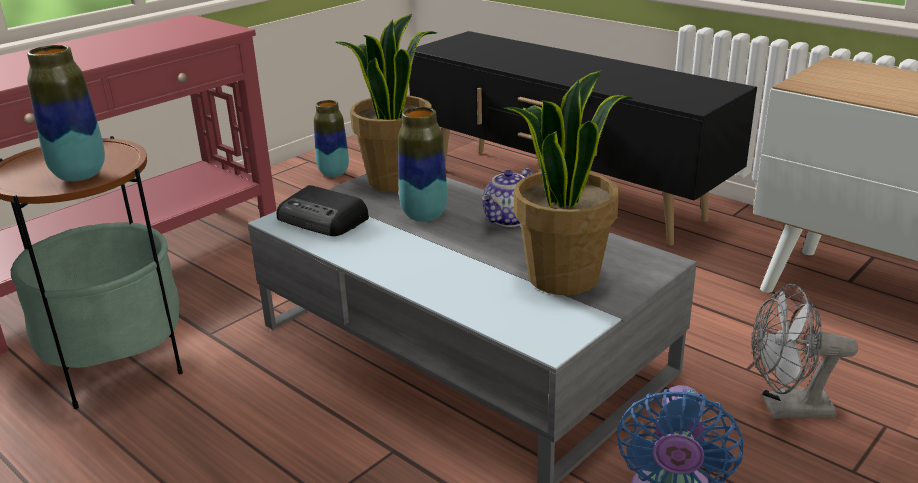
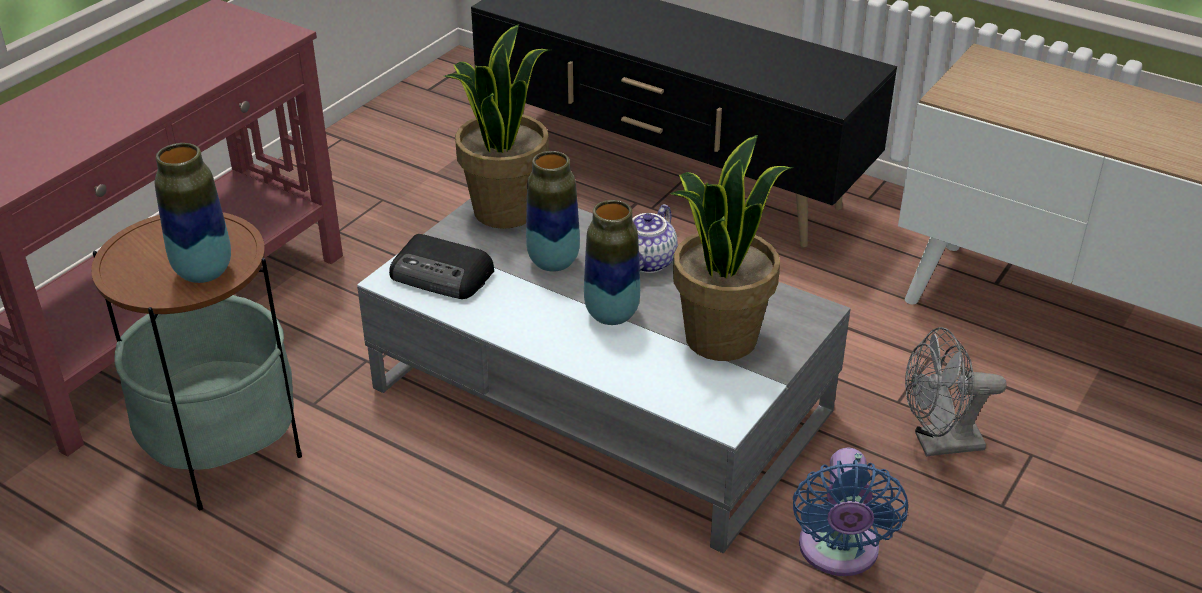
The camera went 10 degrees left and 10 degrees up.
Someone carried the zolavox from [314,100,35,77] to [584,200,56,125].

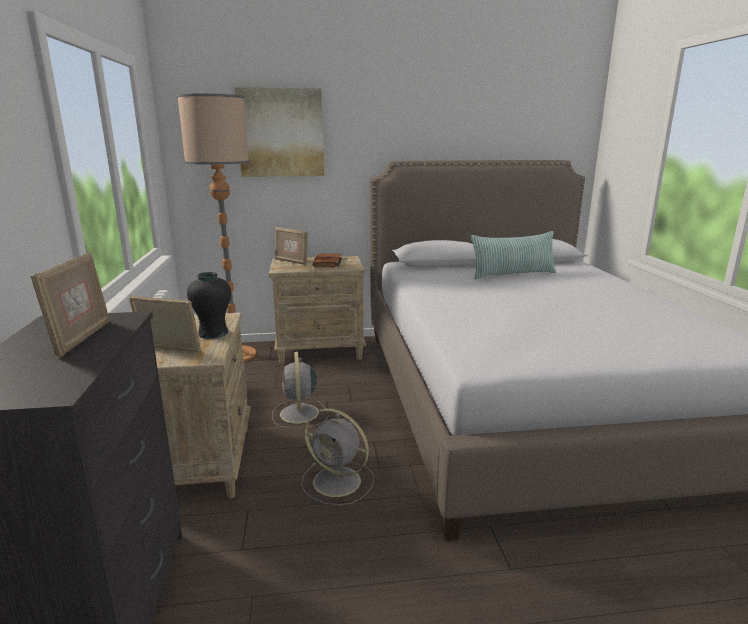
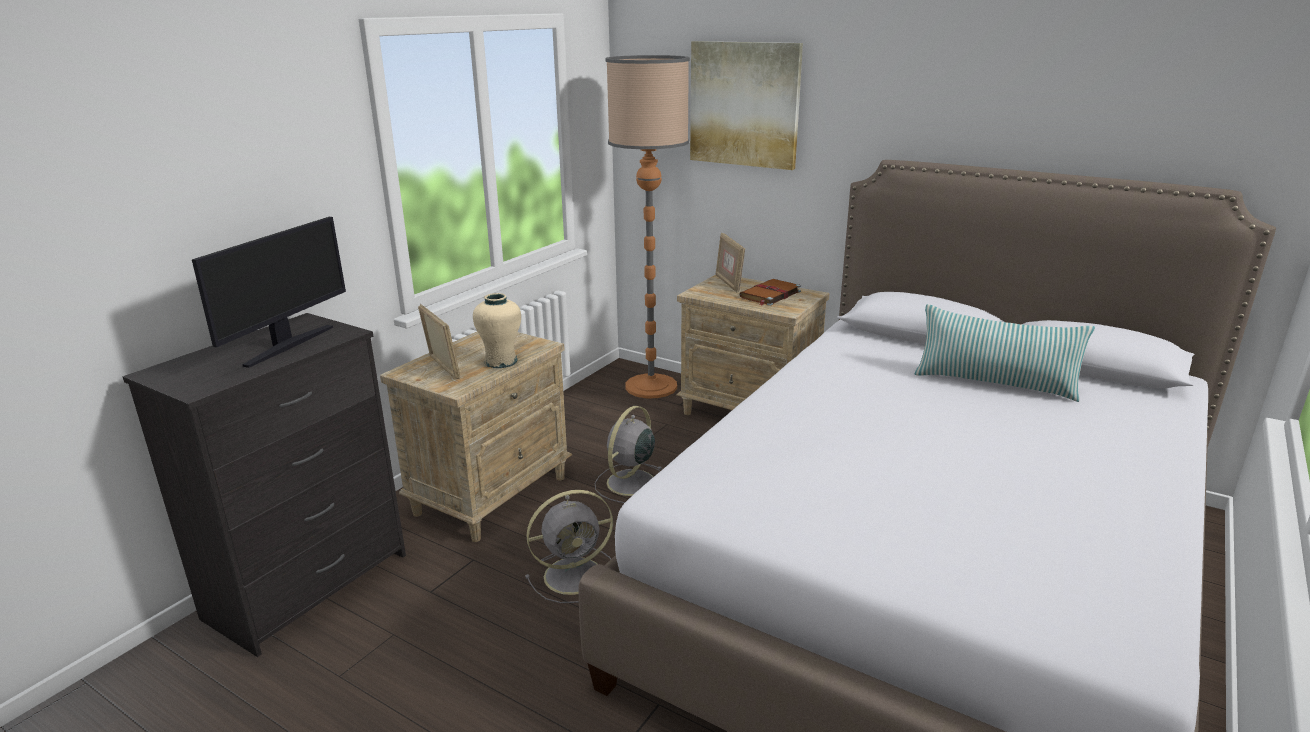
The camera went 40 degrees right and 5 degrees up.
Someone swapped the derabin at [31,251,79,107] for the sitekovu at [192,217,154,151].
Someone repainted the zolavox (black) at [187,272,44,67], which became the zolavox (beige) at [473,293,48,75].
Someone rotated the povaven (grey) at [301,408,73,98] by 90 degrees counterclockwise.

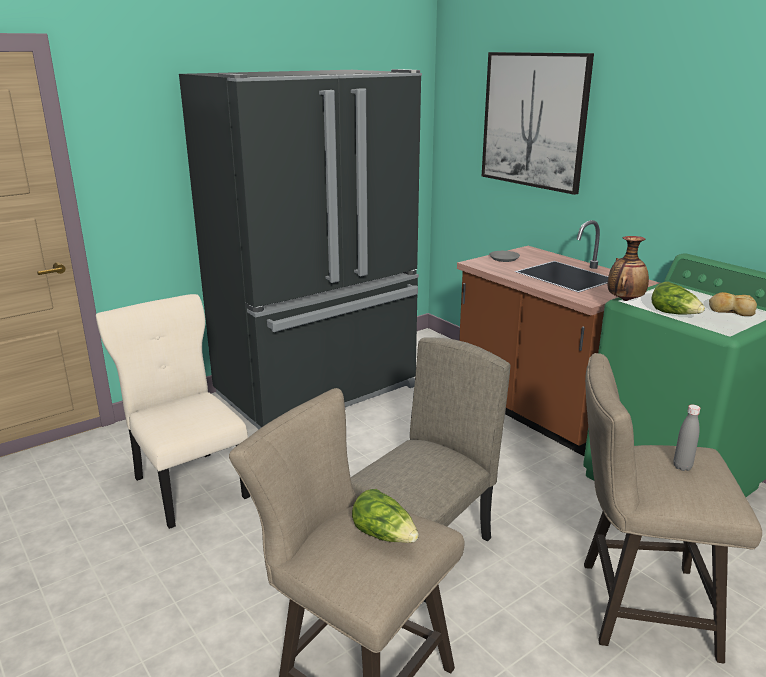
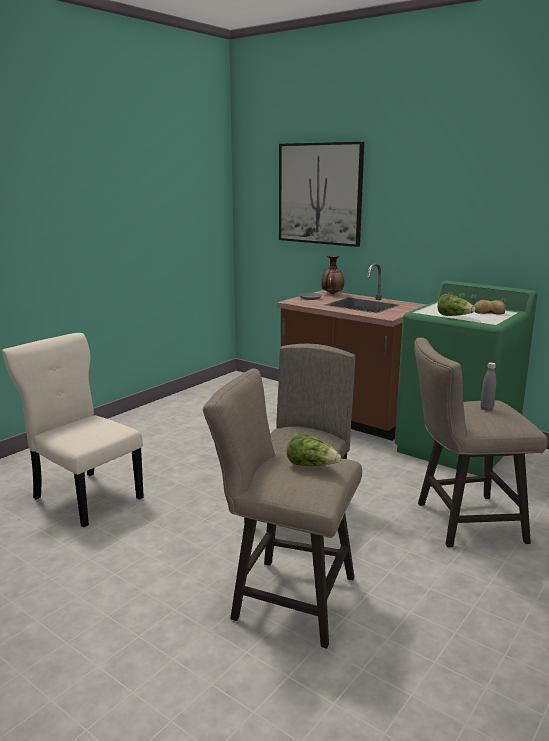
The camera went 15 degrees left and 5 degrees down.
Someone took away the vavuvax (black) at [179,69,243,360].
Someone carried the zolavox from [607,236,42,65] to [321,255,23,39].

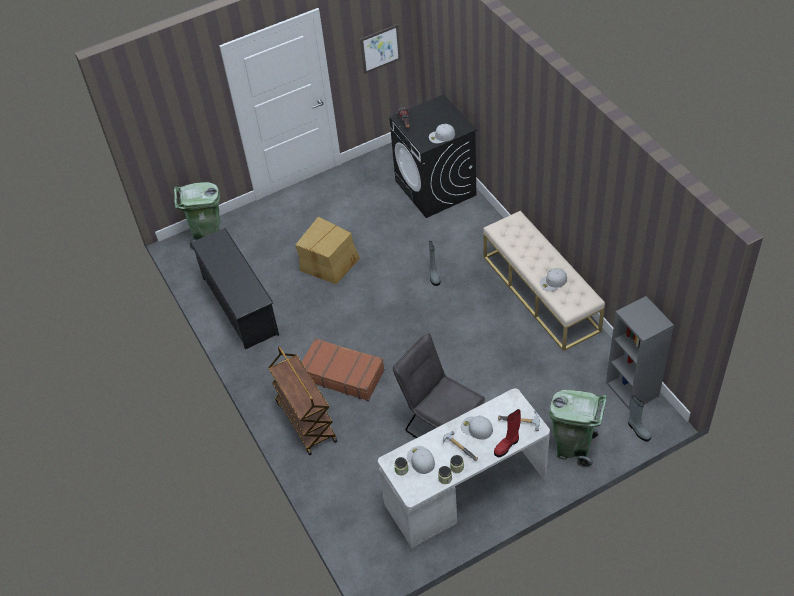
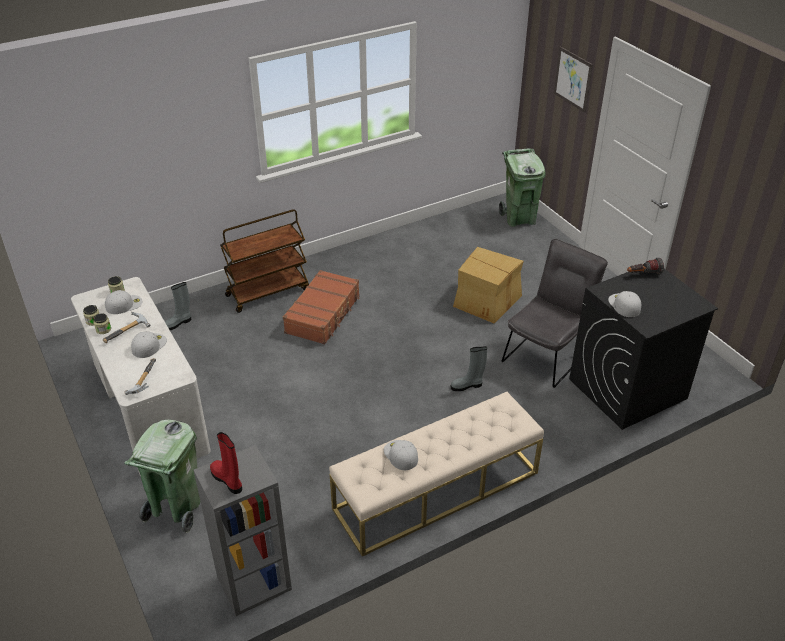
The camera went 85 degrees right and 10 degrees down.
Someone took away the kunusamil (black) at [190,228,89,122].
Someone carried the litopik from [360,24,41,50] to [554,46,39,67].
Someone carried the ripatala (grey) from [393,334,92,104] to [502,239,106,149].
Someone carried the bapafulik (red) from [494,409,27,48] to [210,432,32,62].
Someone carried the bapafulik (grey) from [628,396,23,45] to [165,282,26,48].

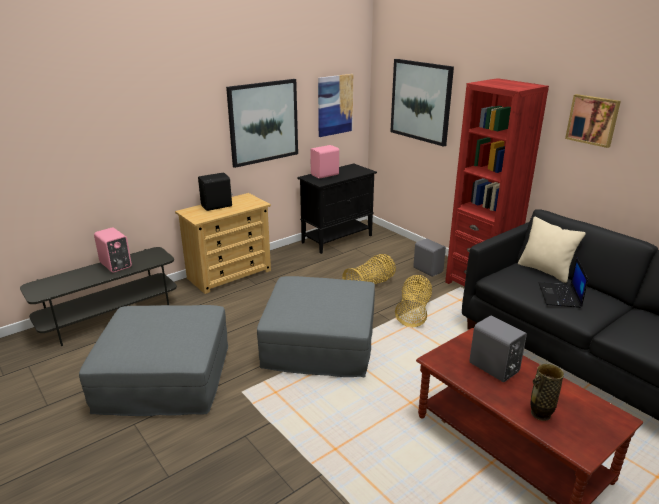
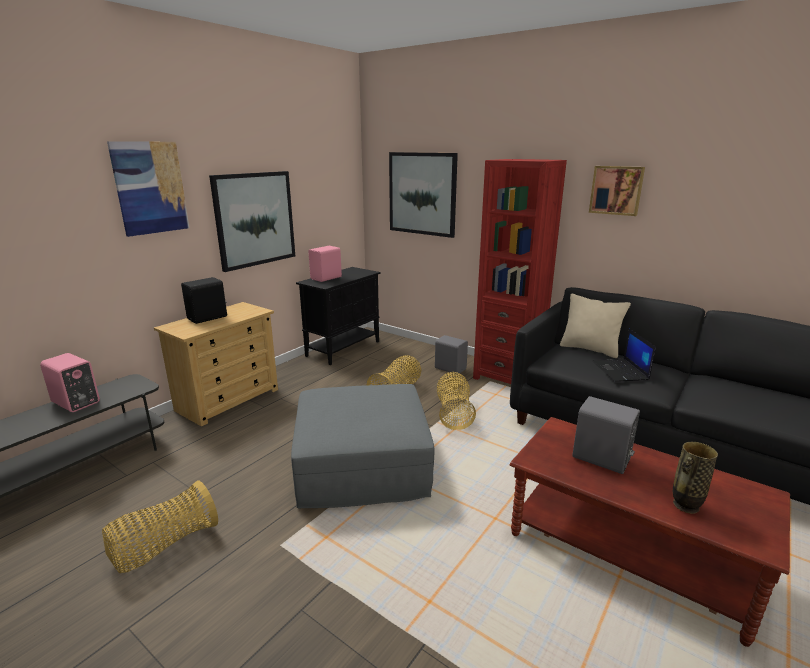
The camera went 15 degrees left and 5 degrees down.
Someone swapped the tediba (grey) at [79,305,149,111] for the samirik at [102,480,116,93].
Someone carried the litopik from [318,74,35,63] to [107,141,82,96].

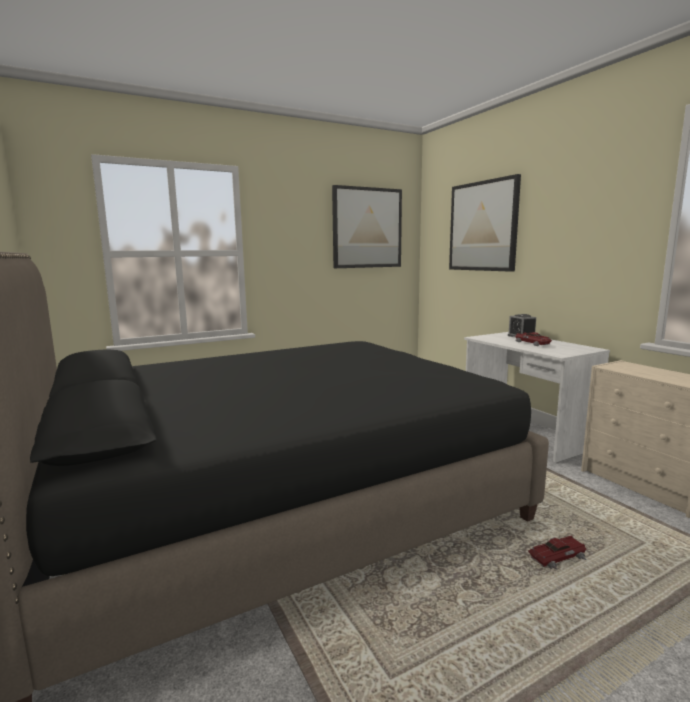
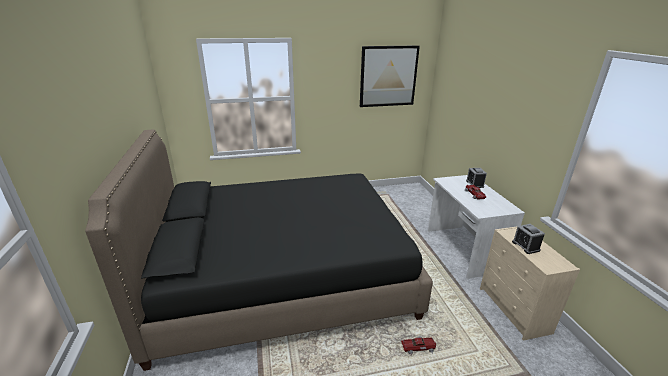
The camera went 15 degrees right and 15 degrees up.
Someone took away the litopik at [449,174,72,98].
Someone put down the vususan at [512,224,33,30].

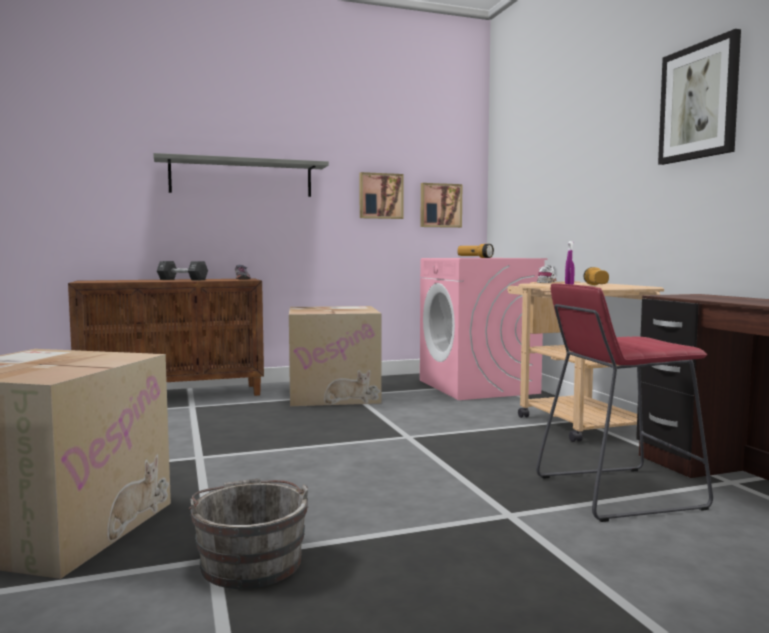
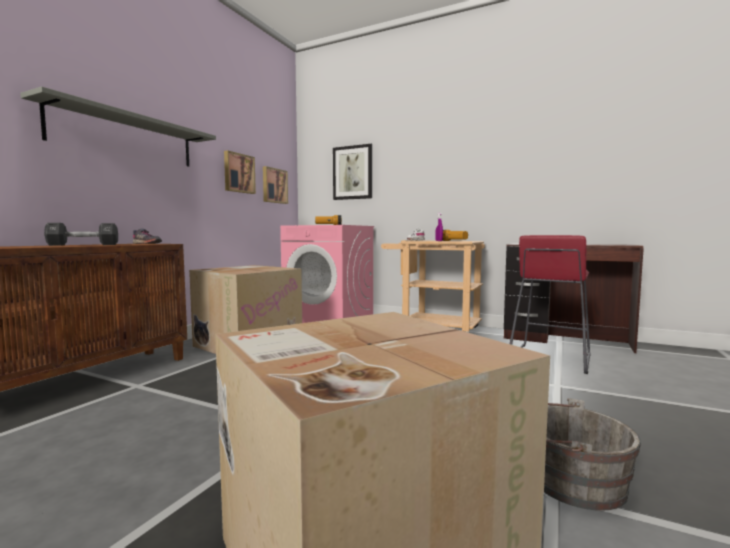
The camera went 45 degrees left and 0 degrees up.
Someone carried the litopik from [658,29,83,136] to [333,144,39,56].

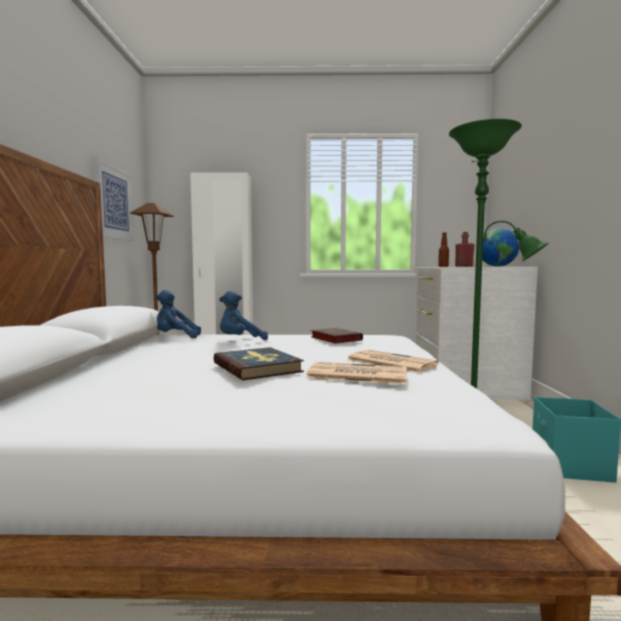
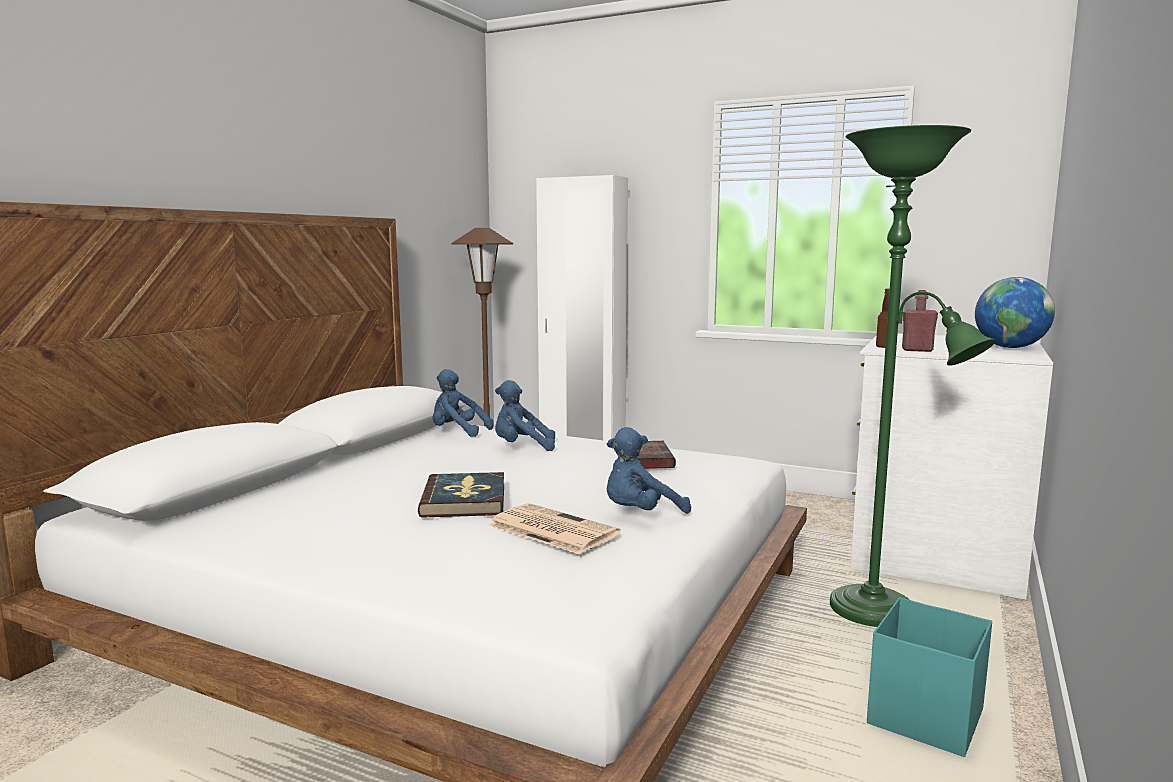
The camera went 25 degrees right and 5 degrees up.
Someone took away the litopik at [93,156,41,85].
Someone swapped the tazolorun at [347,350,92,23] for the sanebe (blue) at [607,427,84,87].

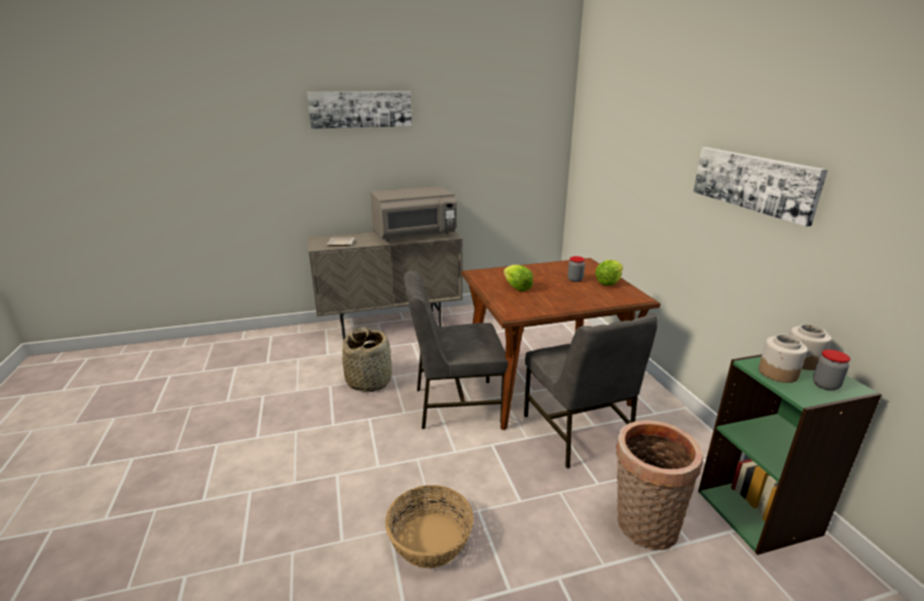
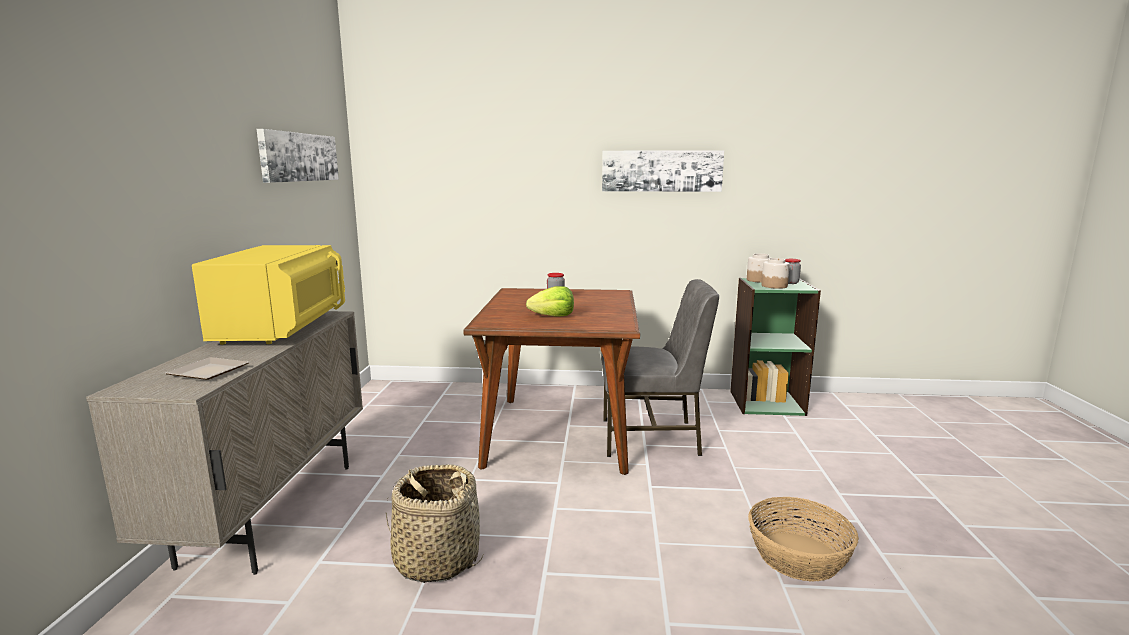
The camera went 70 degrees left and 10 degrees down.
Someone carried the litopik from [307,91,105,38] to [257,129,82,54].
Someone repainted the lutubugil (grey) at [370,186,87,55], which became the lutubugil (yellow) at [192,245,153,100].
Someone took away the ripatala (grey) at [404,271,104,158].
Someone took away the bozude at [595,260,28,26].
Someone took away the samirik at [616,420,87,130].

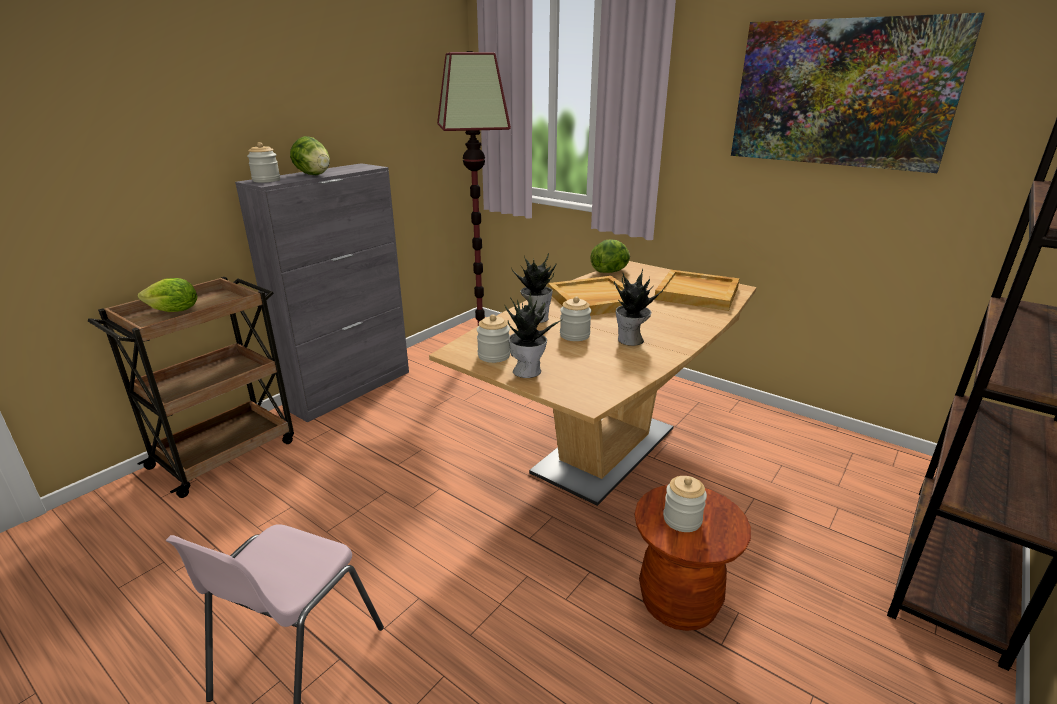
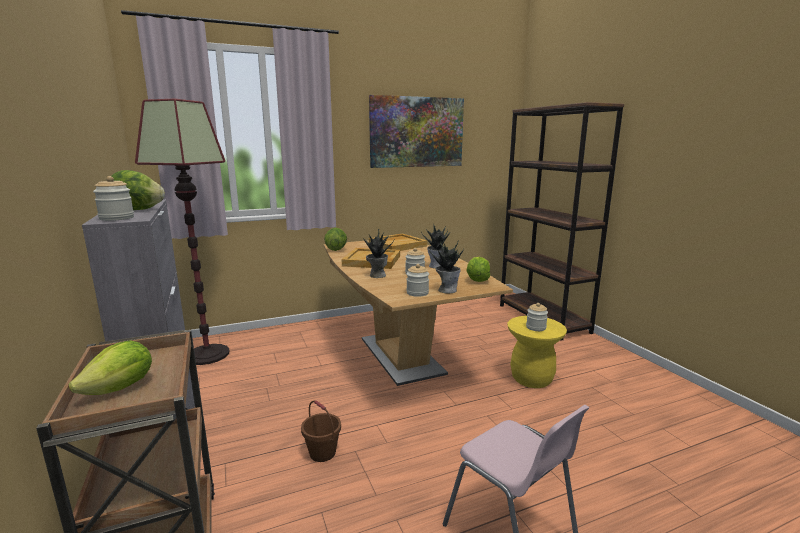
The camera went 60 degrees left and 10 degrees down.
Someone repainted the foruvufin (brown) at [635,485,116,146], which became the foruvufin (yellow) at [507,316,60,72].
Someone put down the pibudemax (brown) at [301,400,40,62].
Someone put down the bozude at [466,257,24,25].

